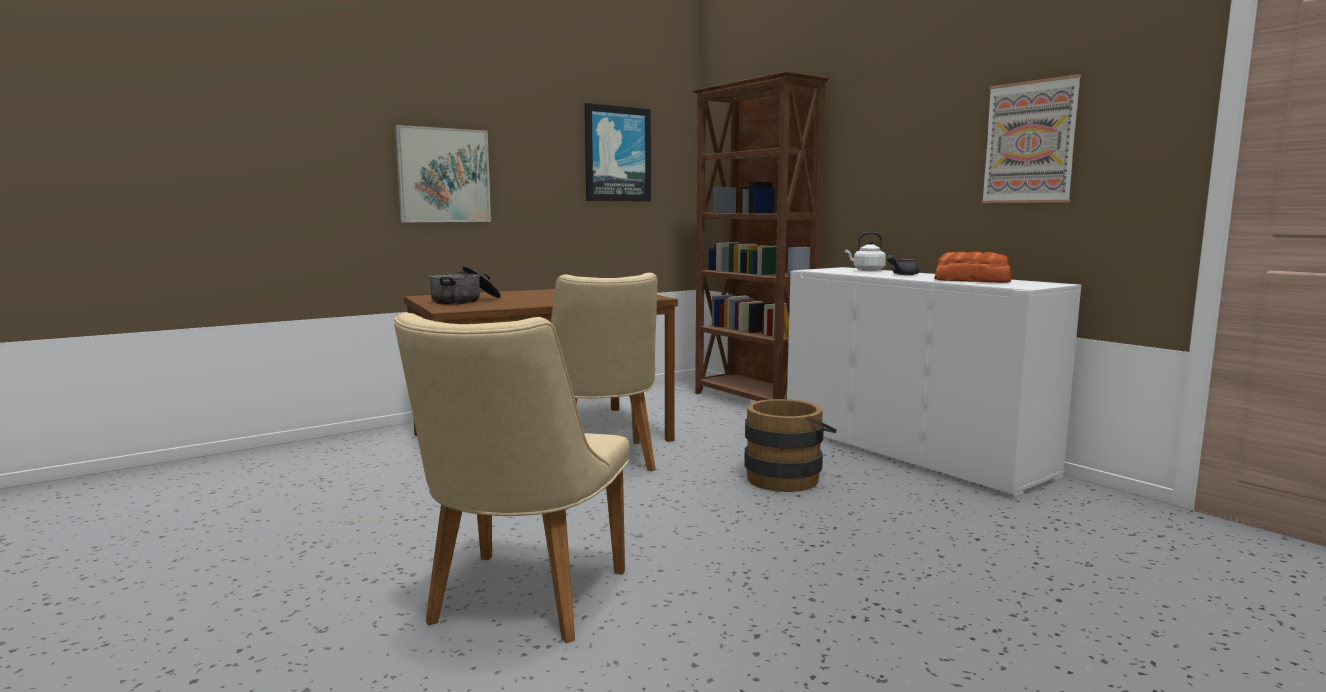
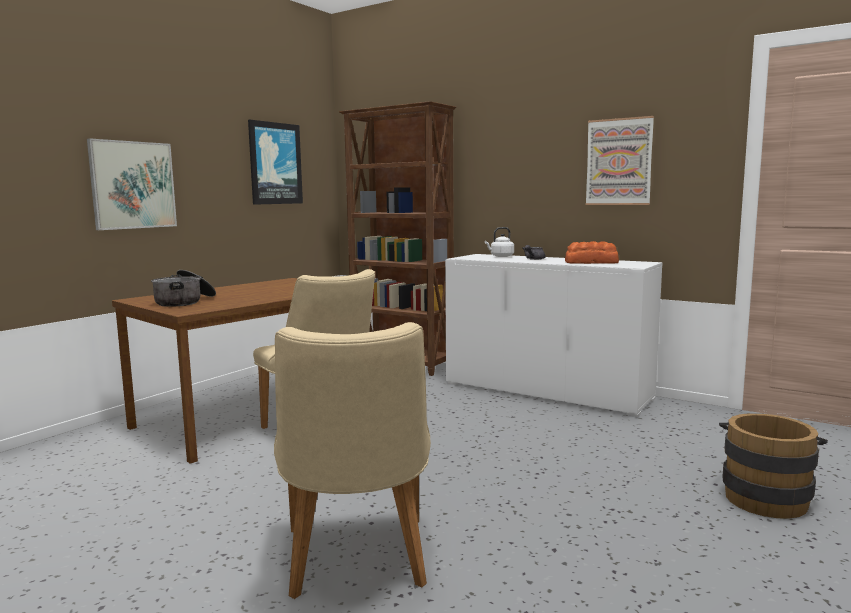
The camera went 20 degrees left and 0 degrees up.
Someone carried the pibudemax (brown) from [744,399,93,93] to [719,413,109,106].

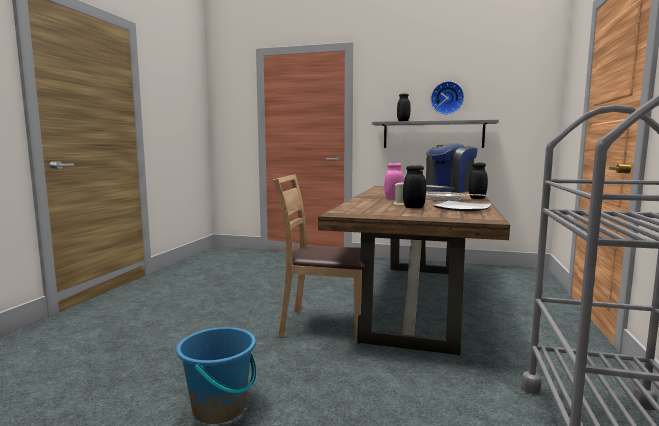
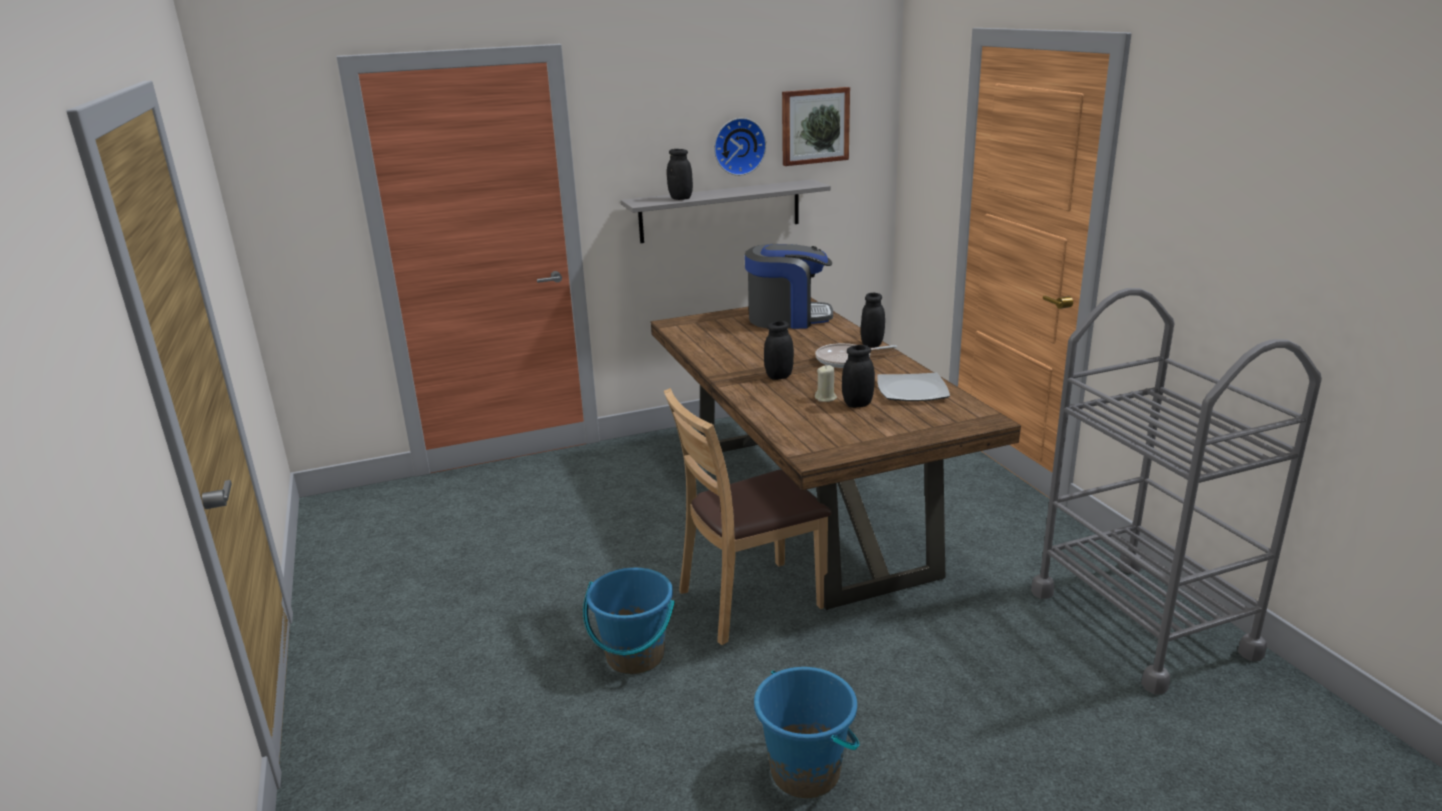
The camera went 35 degrees left and 15 degrees up.
Someone repainted the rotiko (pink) at [384,163,20,36], which became the rotiko (black) at [764,321,30,59].
Someone rotated the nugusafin at [426,143,52,50] by 105 degrees counterclockwise.
Someone put down the pibudemax (blue) at [583,568,92,106].
Someone put up the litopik at [782,87,68,79].

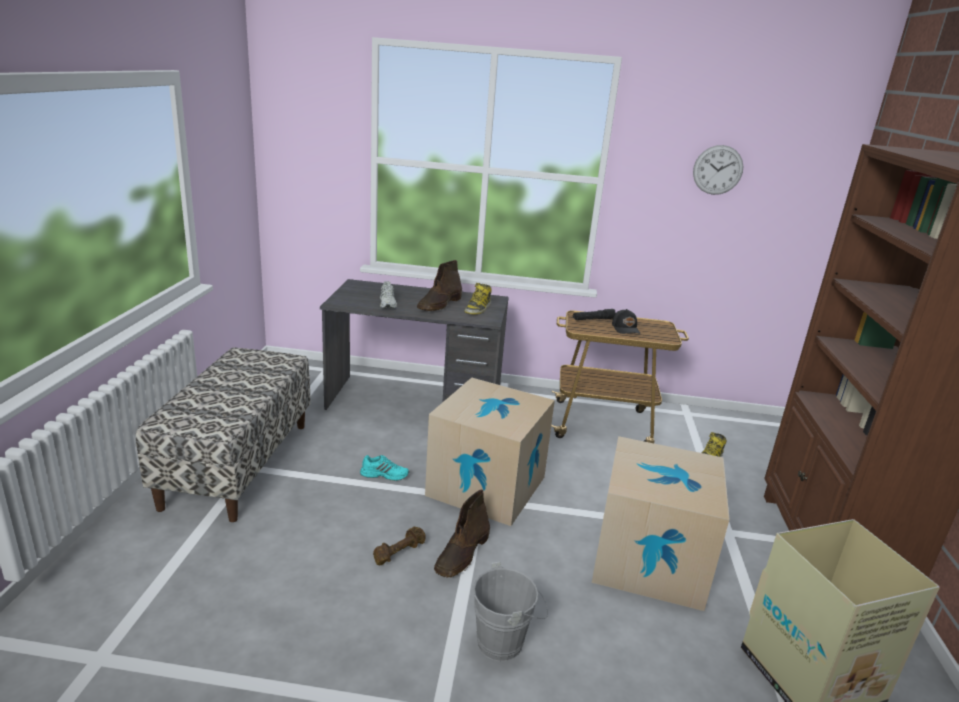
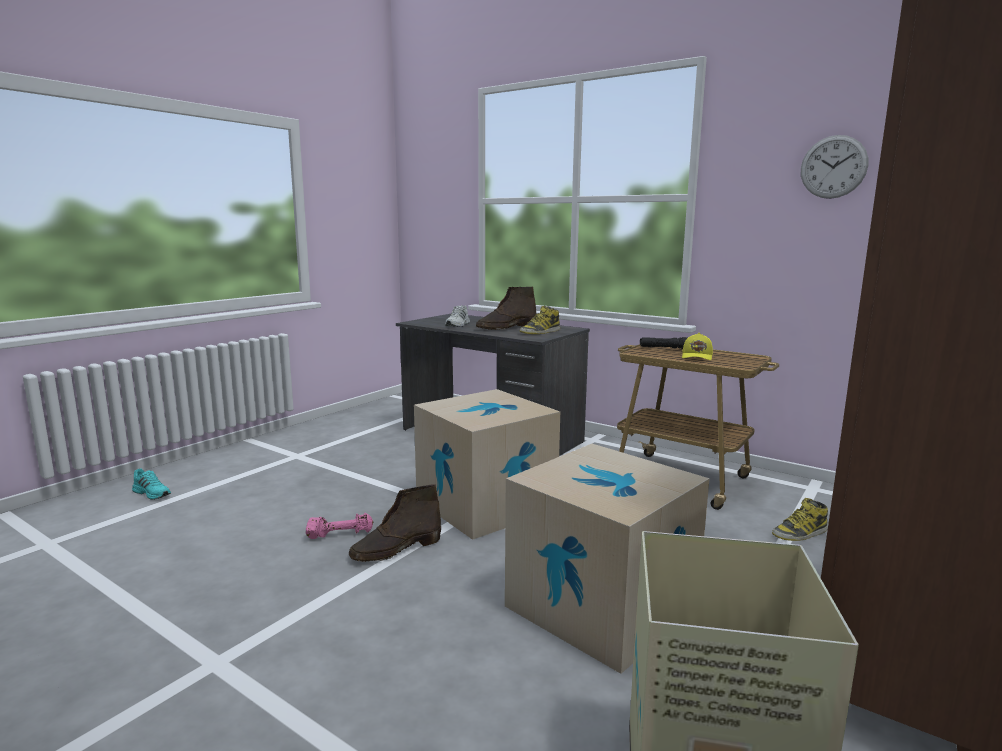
The camera went 30 degrees right and 10 degrees down.
Someone took away the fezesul at [136,347,174,175].
Someone carried the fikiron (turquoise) from [360,455,49,26] to [132,468,39,32].
Someone repainted the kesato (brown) at [373,526,53,39], which became the kesato (pink) at [306,513,67,26].
Someone took away the pibudemax (grey) at [473,562,75,99].
Someone repainted the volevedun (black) at [612,309,28,25], which became the volevedun (yellow) at [682,333,31,27].

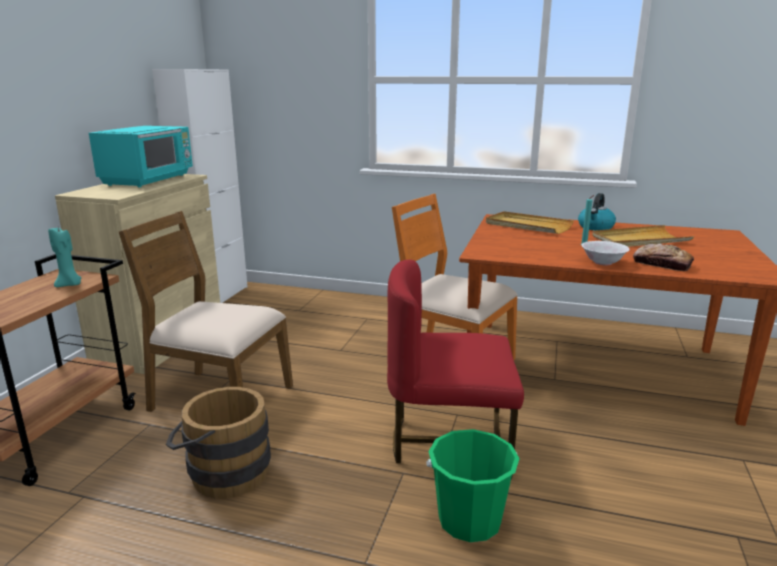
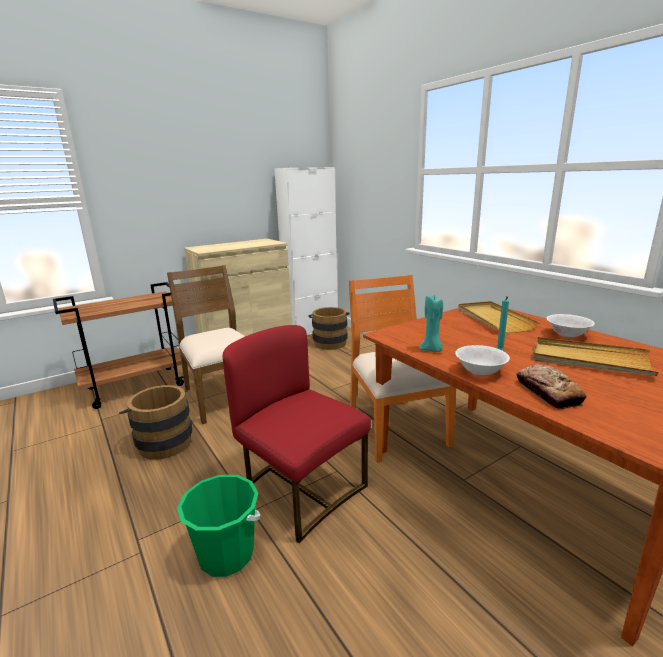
The camera went 40 degrees right and 0 degrees up.
Someone carried the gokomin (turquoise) from [48,227,34,60] to [419,295,24,57].
Someone took away the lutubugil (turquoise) at [89,126,104,61].
Someone swapped the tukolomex at [578,193,38,37] for the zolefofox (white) at [547,314,48,24].
Someone put down the pibudemax (brown) at [308,307,42,43].

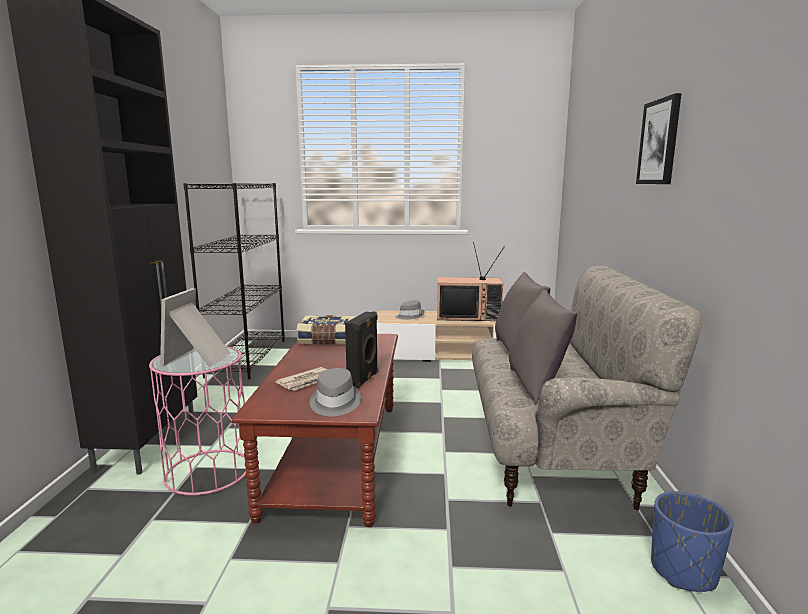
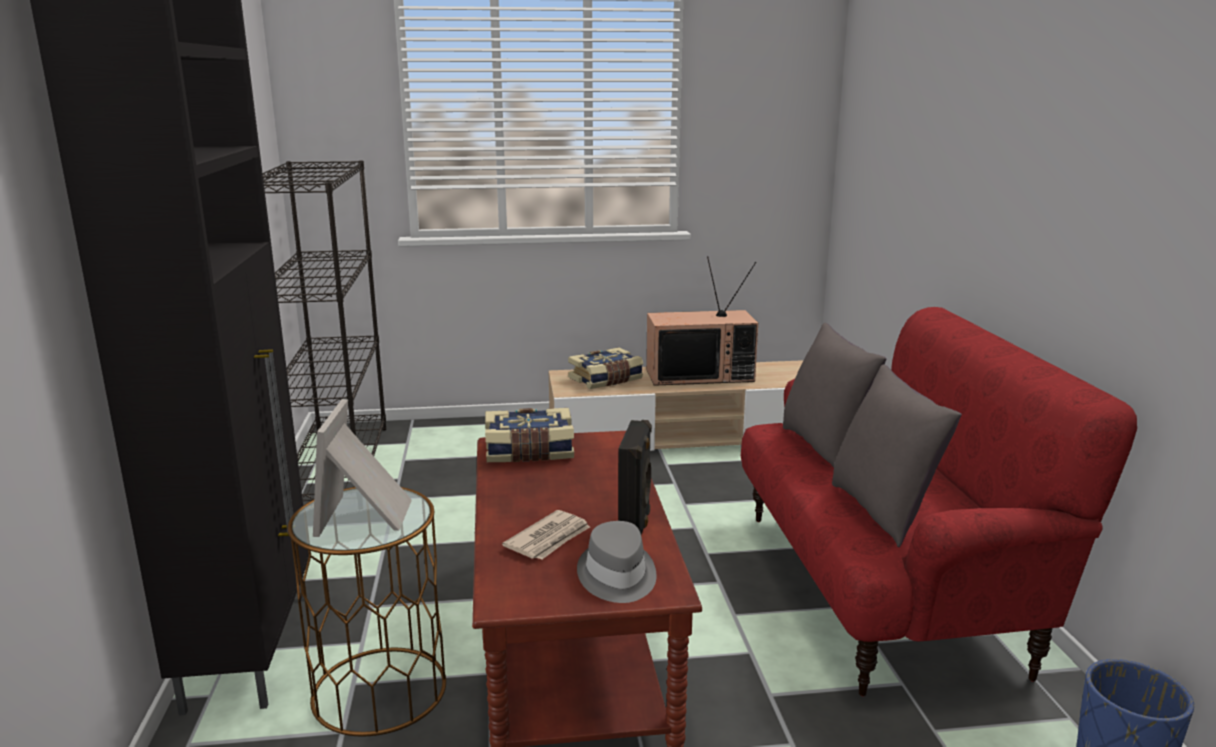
The camera went 10 degrees left and 5 degrees up.
Someone repainted the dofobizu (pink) at [149,346,97,149], which became the dofobizu (brown) at [288,487,158,249].
Someone swapped the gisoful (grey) at [395,300,30,20] for the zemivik at [568,347,75,42].
Someone repainted the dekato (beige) at [472,266,230,245], which became the dekato (red) at [741,307,396,389].
Someone took away the litopik at [636,93,45,91].

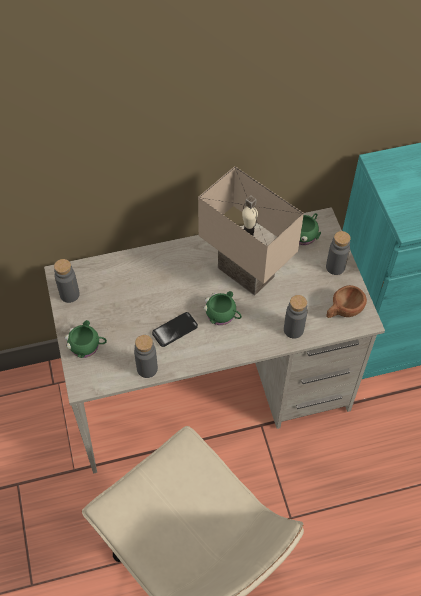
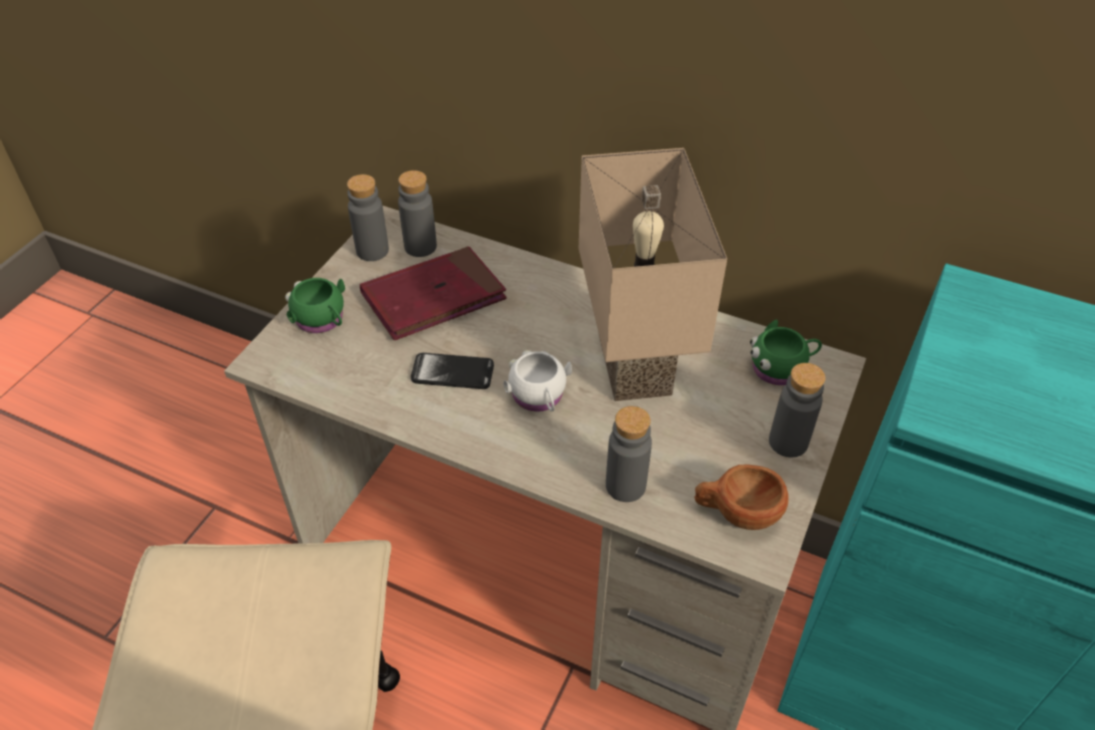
The camera went 40 degrees right and 10 degrees down.
Someone carried the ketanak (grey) from [134,335,24,43] to [398,170,39,87].
Someone repainted the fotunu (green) at [203,291,39,34], which became the fotunu (white) at [503,350,69,62].
Someone put down the zemivik (red) at [360,246,147,94].

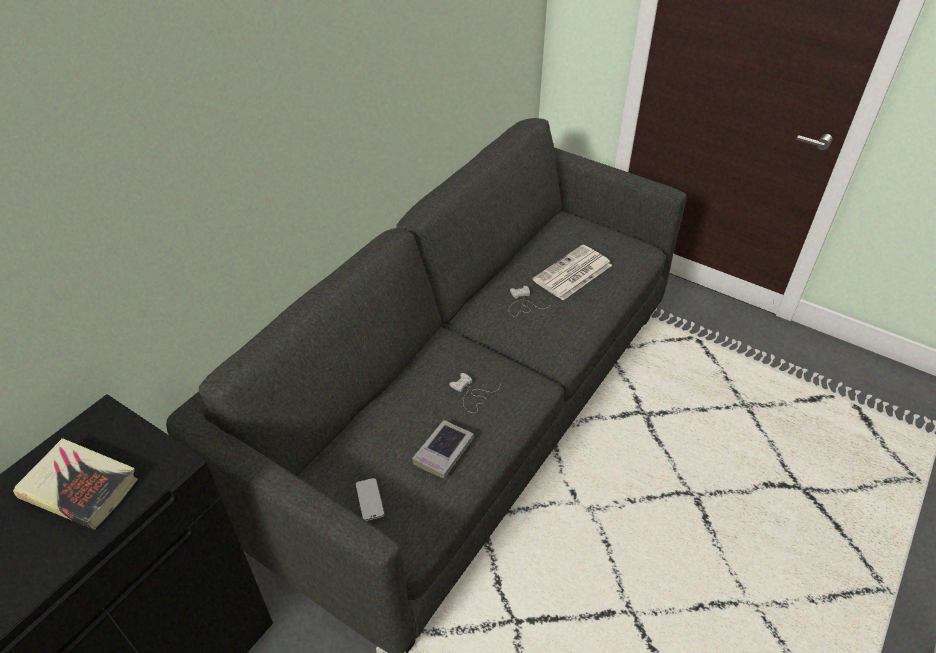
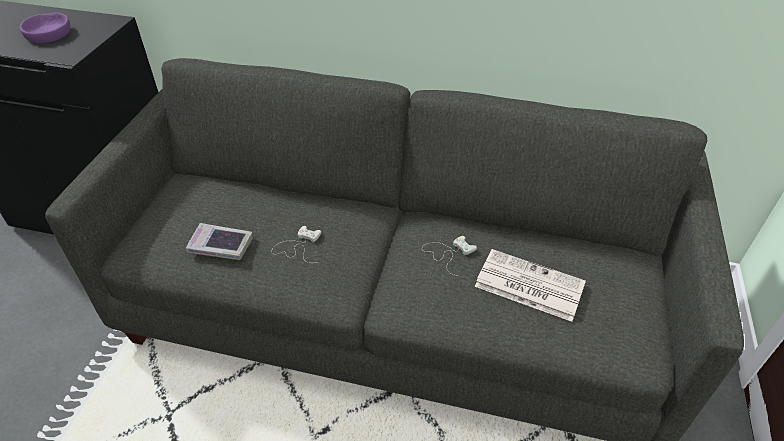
The camera went 70 degrees right and 0 degrees up.
Someone swapped the zemivik at [13,438,125,92] for the zolefofox (purple) at [20,12,50,31].
Someone took away the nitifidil at [355,478,29,43].

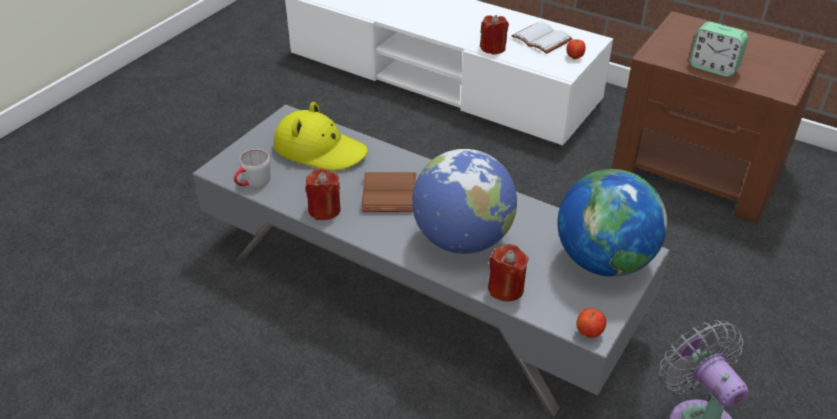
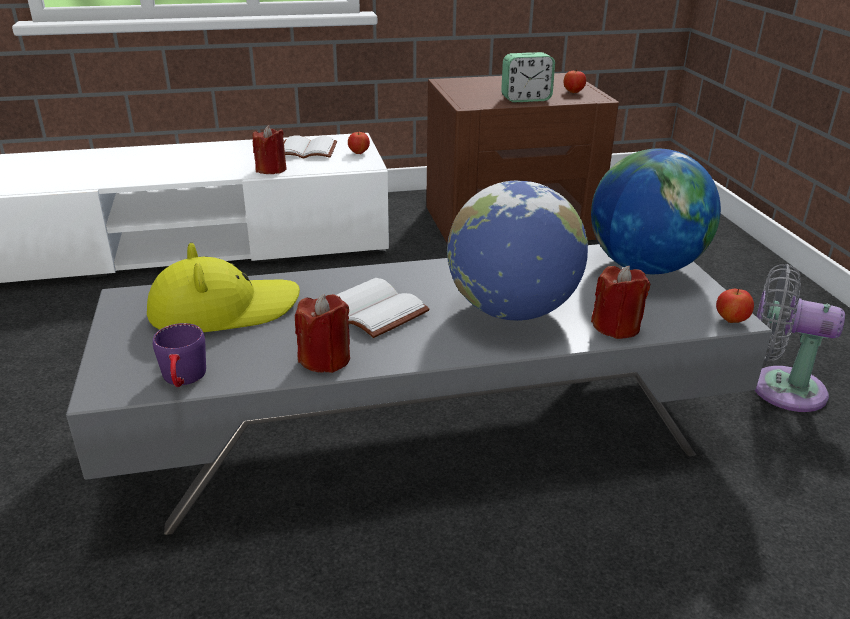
The camera went 45 degrees left and 10 degrees down.
Someone repainted the fotunu (grey) at [234,149,36,38], which became the fotunu (purple) at [153,323,53,64].
Someone repainted the zemivik (brown) at [362,172,54,40], which became the zemivik (white) at [337,278,93,60].
Someone put down the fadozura at [564,70,22,23].

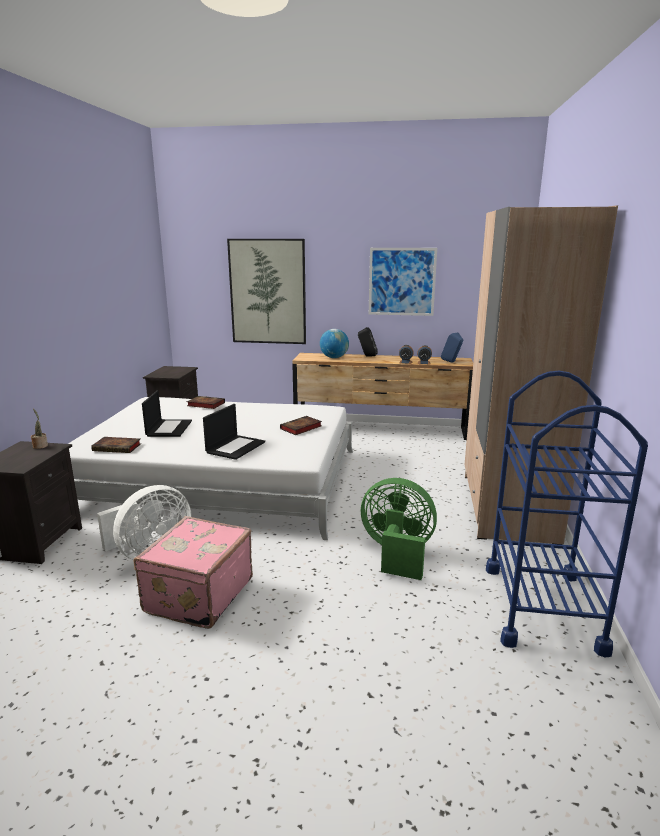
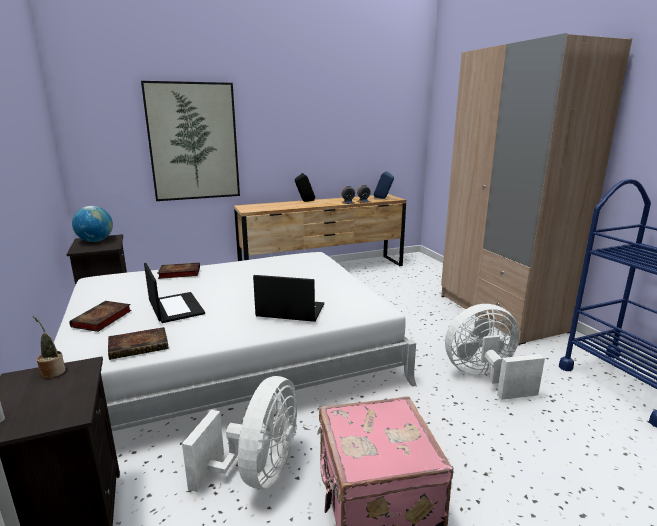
The camera went 30 degrees left and 0 degrees up.
Someone rotated the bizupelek at [203,404,62,56] by 75 degrees counterclockwise.
Someone carried the zemivik from [280,416,42,19] to [69,301,63,31].
Someone carried the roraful from [320,329,29,29] to [72,206,41,36].
Someone repainted the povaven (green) at [361,478,76,102], which became the povaven (white) at [445,304,100,96].
Someone took away the litopik at [369,248,68,68].

